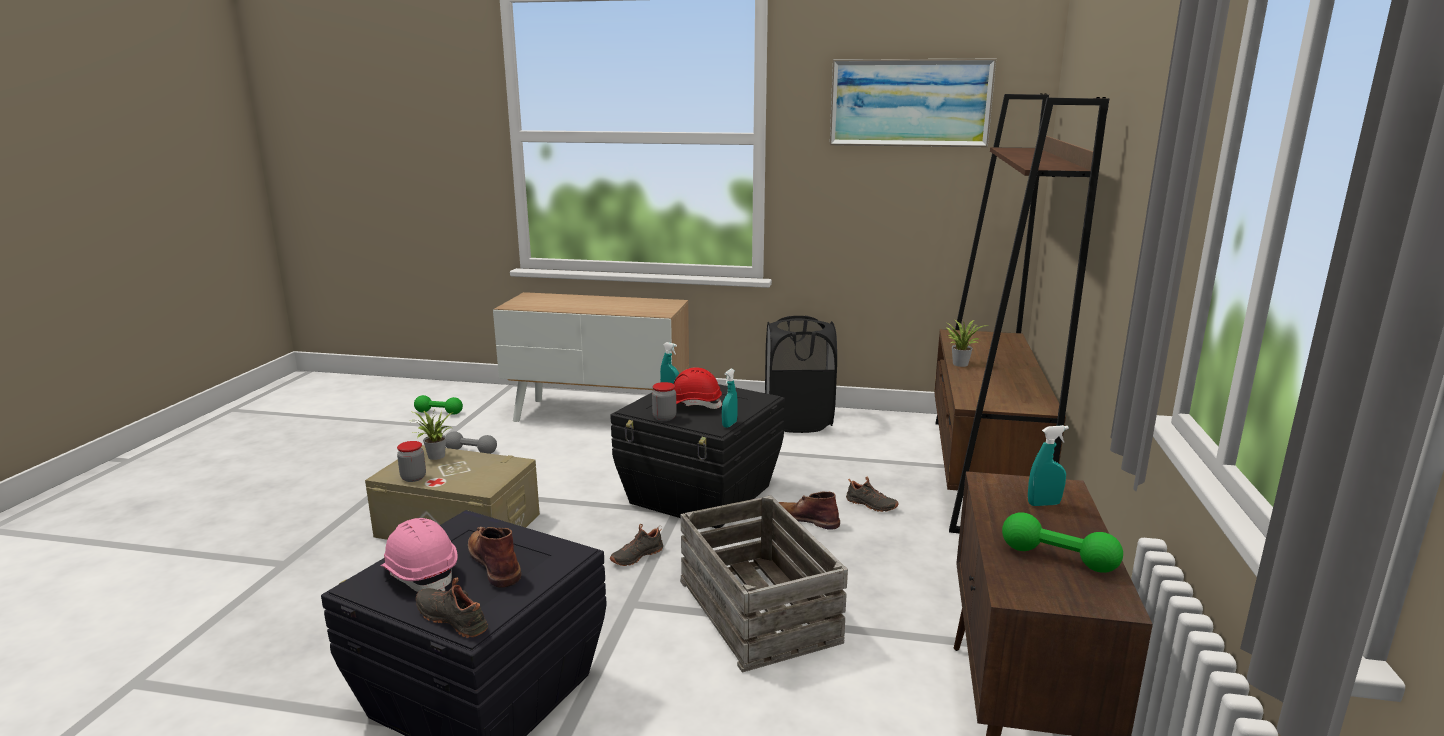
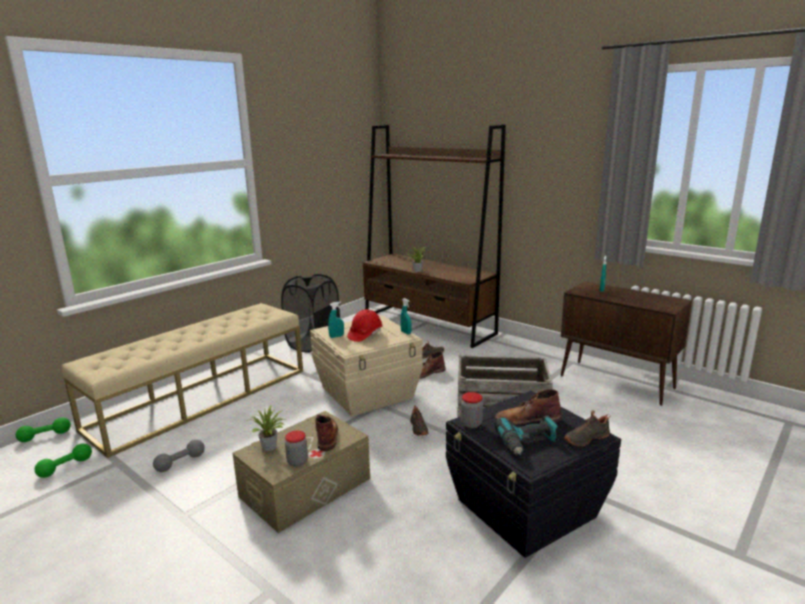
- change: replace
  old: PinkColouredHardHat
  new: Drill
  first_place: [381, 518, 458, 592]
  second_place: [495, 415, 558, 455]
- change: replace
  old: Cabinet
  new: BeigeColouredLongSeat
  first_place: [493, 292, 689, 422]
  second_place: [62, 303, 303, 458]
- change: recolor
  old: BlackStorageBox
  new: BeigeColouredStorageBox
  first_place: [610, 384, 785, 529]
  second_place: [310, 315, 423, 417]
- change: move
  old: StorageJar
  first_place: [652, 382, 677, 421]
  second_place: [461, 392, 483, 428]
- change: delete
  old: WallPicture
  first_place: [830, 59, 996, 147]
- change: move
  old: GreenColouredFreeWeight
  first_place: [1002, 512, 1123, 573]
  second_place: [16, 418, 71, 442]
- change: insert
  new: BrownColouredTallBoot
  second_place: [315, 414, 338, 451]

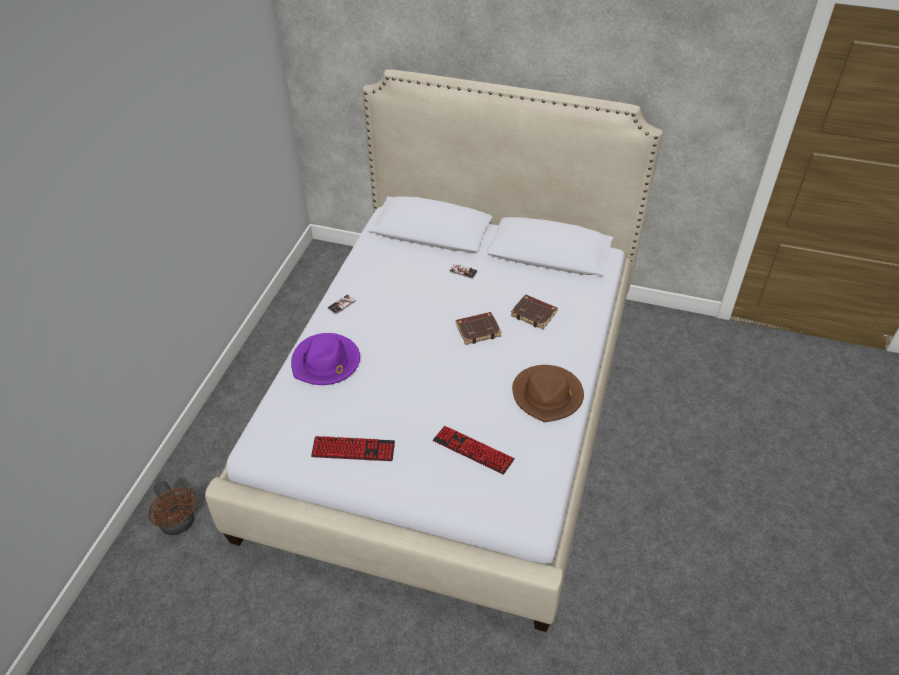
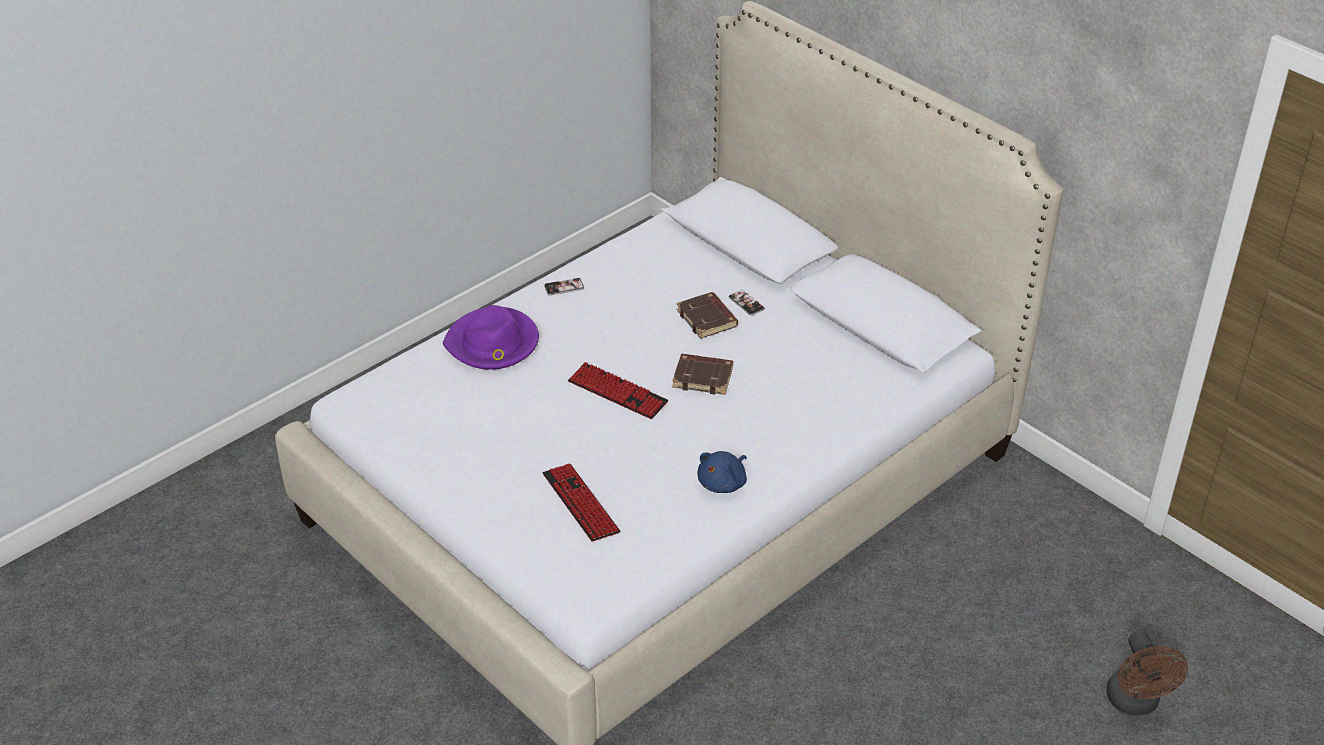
- change: move
  old: BrownColouredCoolingFan
  first_place: [148, 481, 196, 535]
  second_place: [1106, 631, 1188, 715]
- change: move
  old: Keyboard
  first_place: [311, 436, 395, 461]
  second_place: [568, 362, 668, 419]
- change: move
  old: BrownColouredBoundBook
  first_place: [510, 295, 558, 329]
  second_place: [676, 292, 738, 339]
- change: replace
  old: BrownColouredWearableHat
  new: BluePlushToy
  first_place: [512, 365, 584, 422]
  second_place: [697, 451, 747, 493]

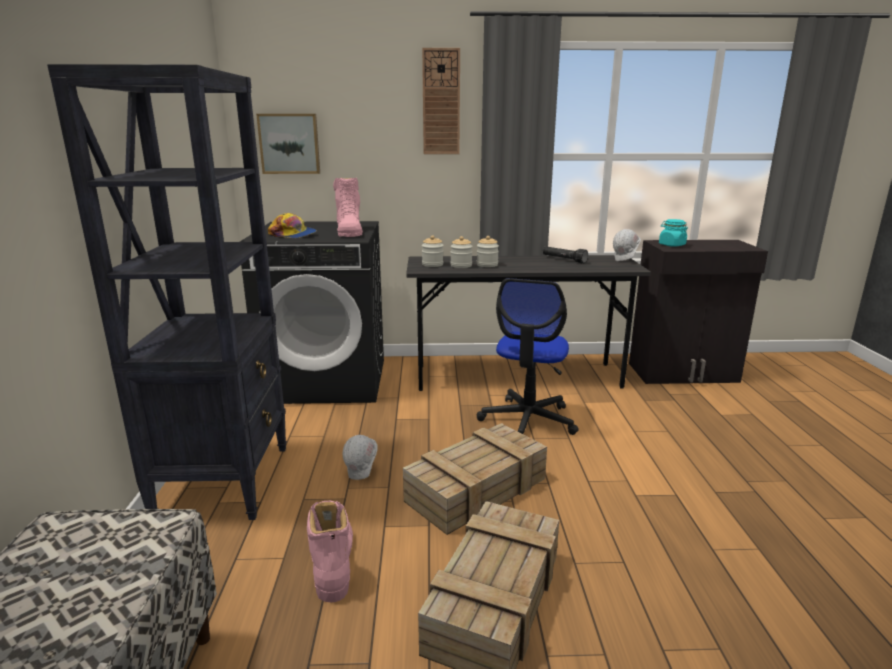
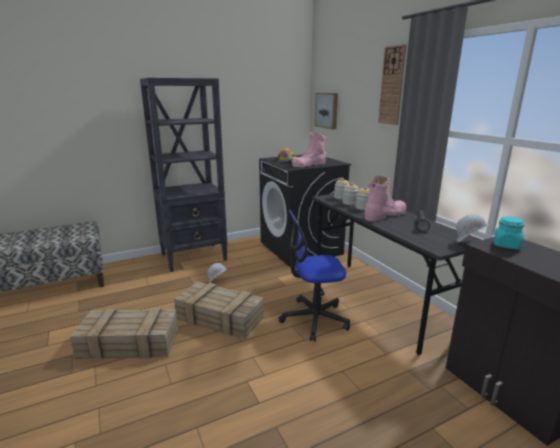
- change: move
  old: PinkColouredTallBoot
  first_place: [307, 501, 353, 602]
  second_place: [365, 176, 406, 221]

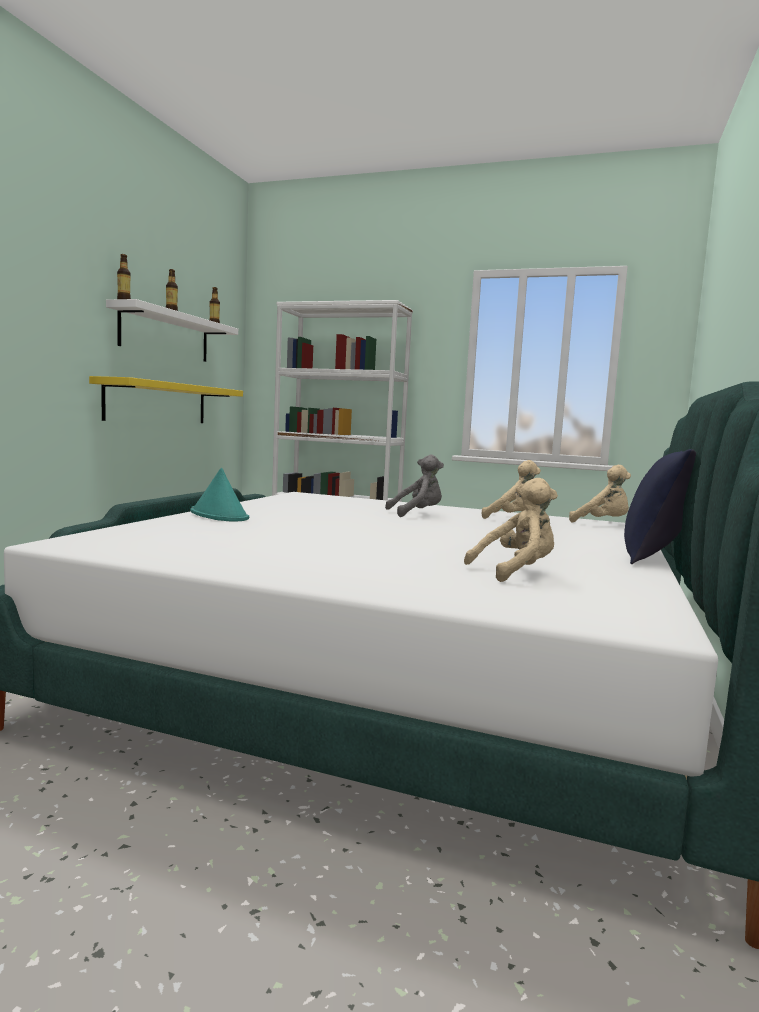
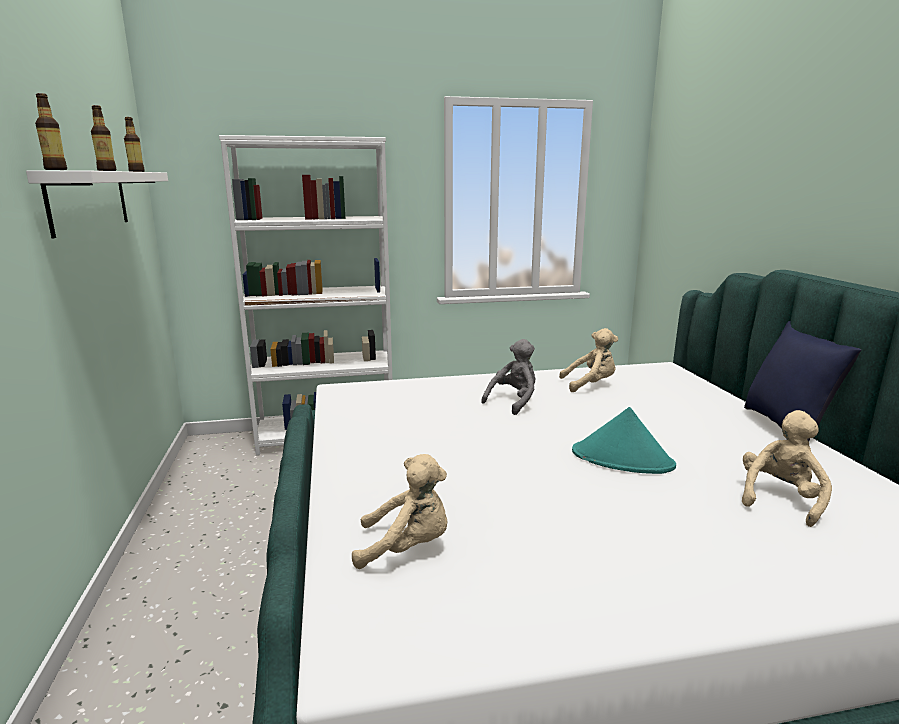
- change: delete
  old: YellowishBracketShelf
  first_place: [89, 376, 243, 423]
- change: move
  old: TurquoiseWearableHat
  first_place: [190, 468, 249, 522]
  second_place: [572, 407, 676, 474]
- change: move
  old: BeigeColouredPlushToy
  first_place: [569, 465, 631, 523]
  second_place: [352, 454, 447, 569]

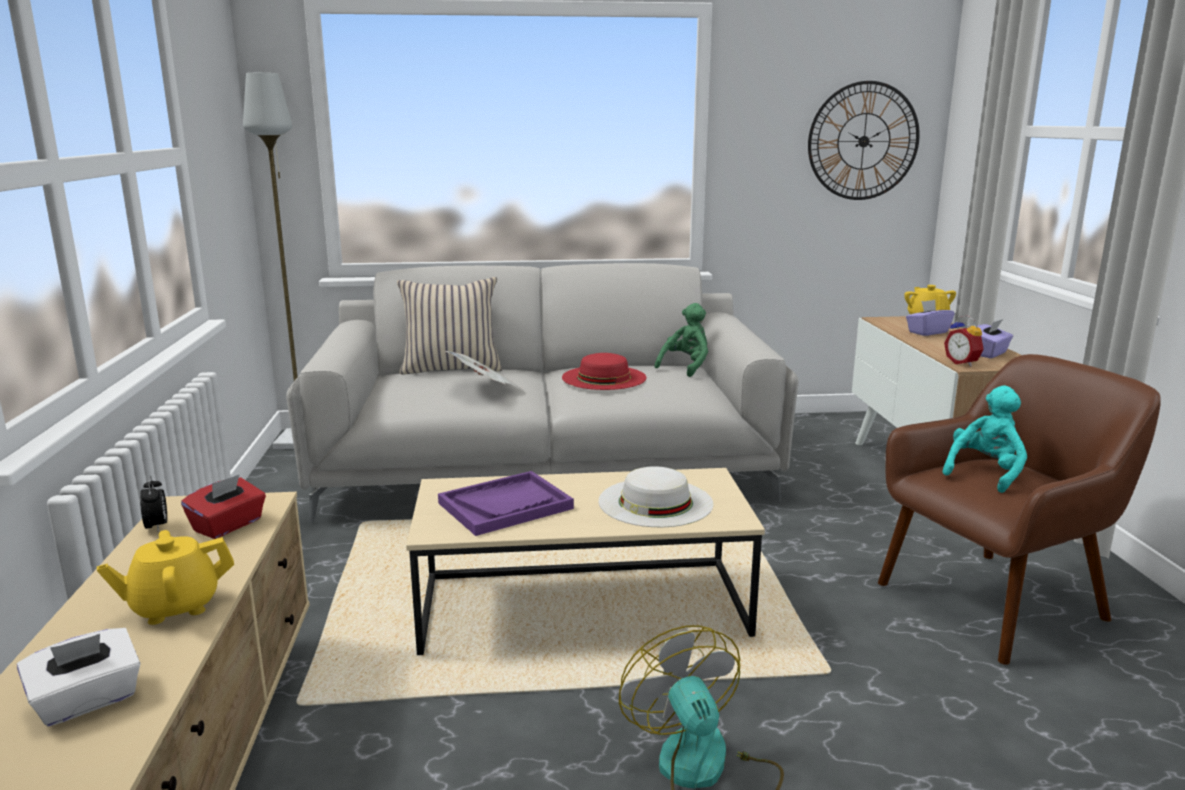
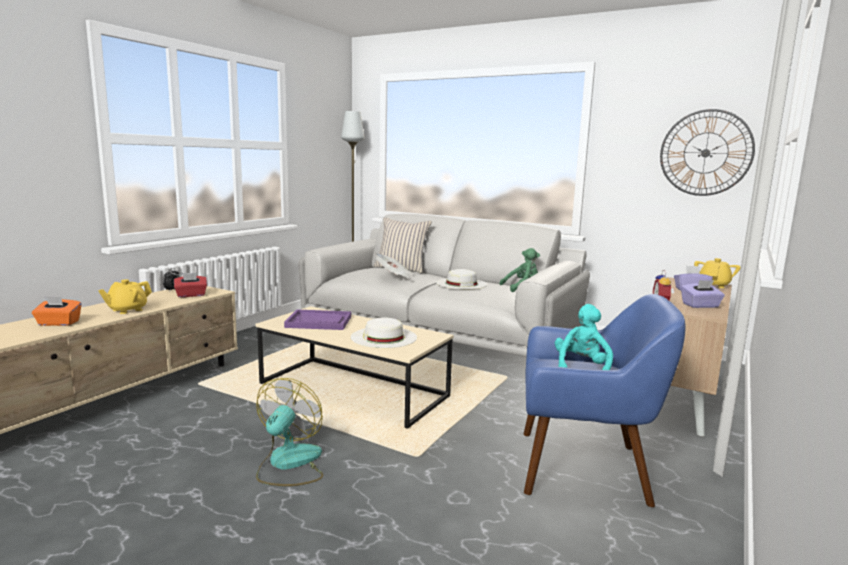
- change: recolor
  old: WhiteBoxOfTissues
  new: OrangeColouredBoxOfTissues
  first_place: [17, 628, 141, 726]
  second_place: [32, 296, 82, 326]
- change: rotate
  old: YellowishTeapot
  first_place: [97, 530, 234, 625]
  second_place: [98, 279, 152, 314]
  degrees: -60
- change: recolor
  old: RedWearableHat
  new: WhiteWearableHat
  first_place: [562, 353, 646, 390]
  second_place: [436, 269, 487, 289]
- change: recolor
  old: BrownColouredEasyChair
  new: BlueEasyChair
  first_place: [878, 354, 1161, 665]
  second_place: [524, 294, 685, 508]
- change: rotate
  old: TurquoisePlushToy
  first_place: [942, 385, 1027, 493]
  second_place: [555, 304, 613, 370]
  degrees: -60

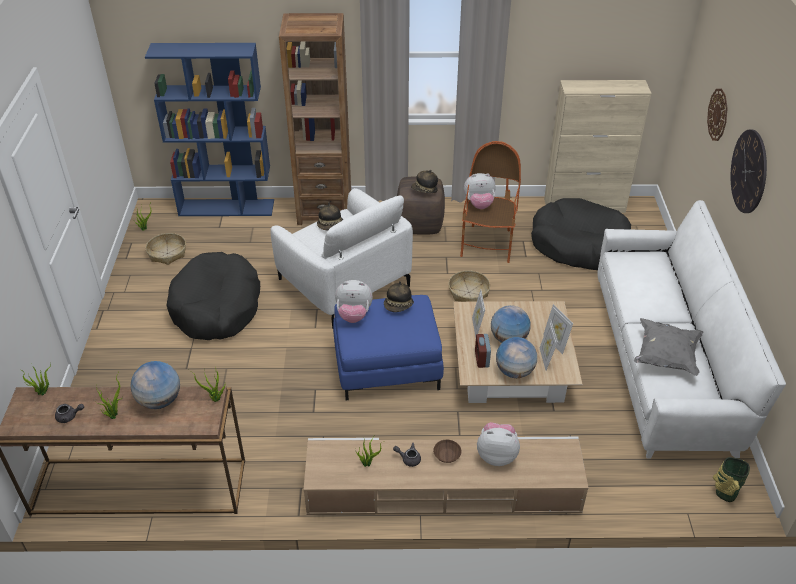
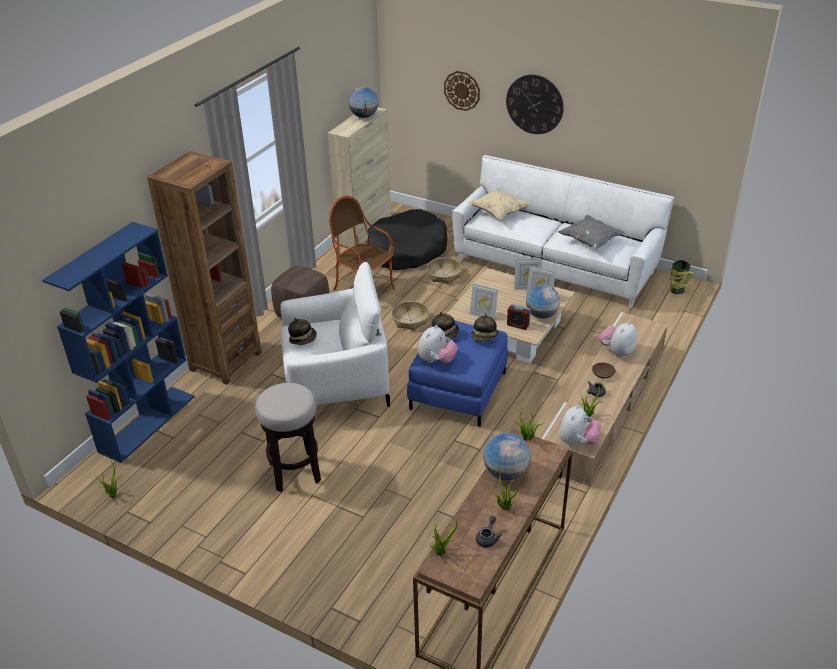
- change: move
  old: StorageBasket
  first_place: [146, 233, 186, 265]
  second_place: [427, 258, 462, 284]
- change: replace
  old: BlackDogBed
  new: StoolSeat
  first_place: [166, 252, 260, 340]
  second_place: [255, 383, 321, 492]
- change: move
  old: WearableHat
  first_place: [411, 170, 438, 193]
  second_place: [471, 314, 499, 342]
- change: move
  old: PlushToy
  first_place: [464, 173, 496, 209]
  second_place: [559, 405, 601, 445]
- change: move
  old: Globe
  first_place: [491, 305, 531, 343]
  second_place: [349, 87, 378, 118]
- change: insert
  new: BeigeColouredThrowPillow
  second_place: [468, 189, 531, 220]

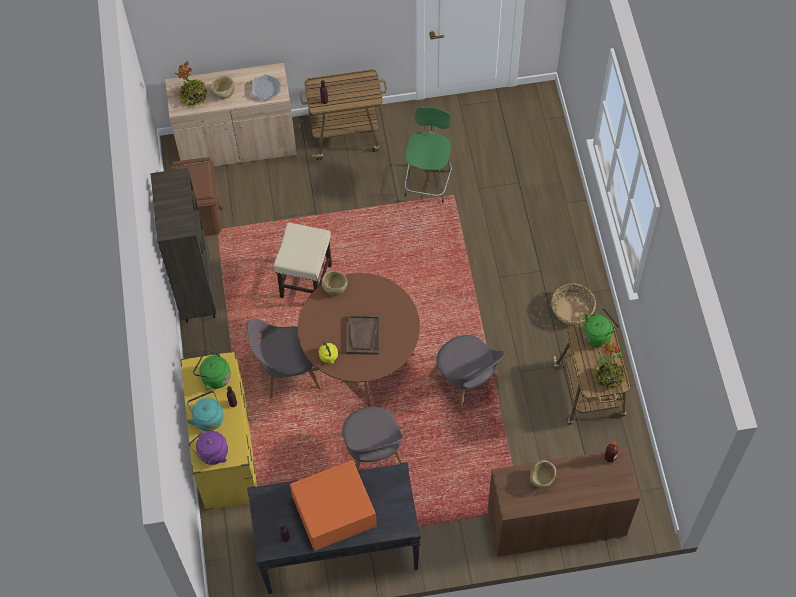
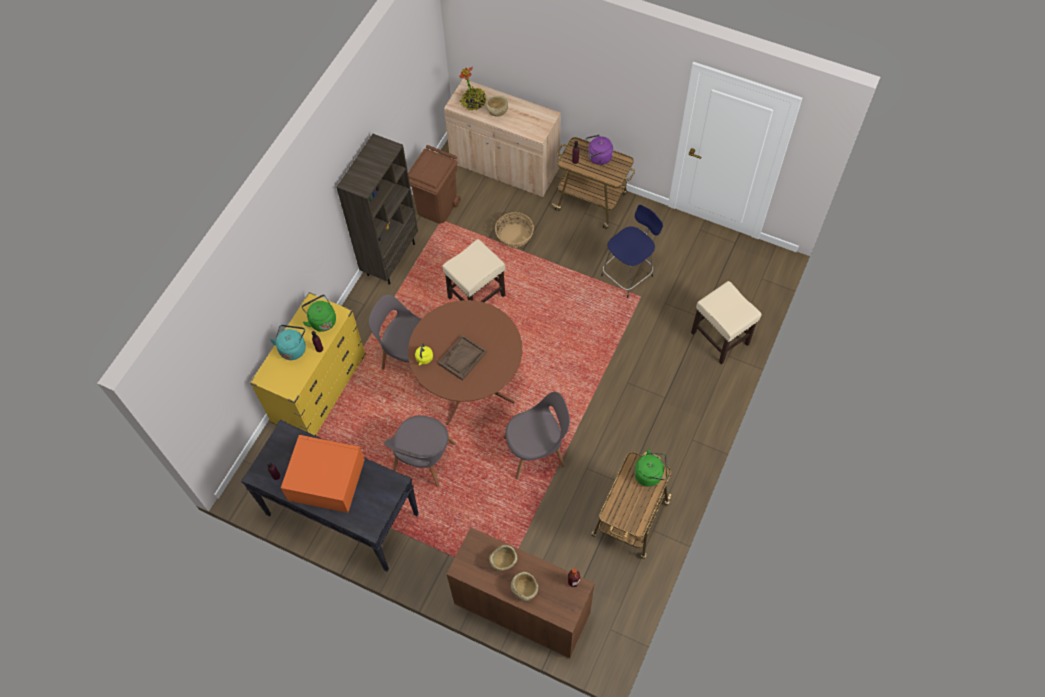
- change: move
  old: PurpleColouredTeaKettle
  first_place: [189, 431, 228, 465]
  second_place: [586, 135, 613, 165]
- change: delete
  old: FryingPan
  first_place: [250, 74, 282, 101]
- change: move
  old: BeigeColouredDeepDish
  first_place: [322, 271, 348, 295]
  second_place: [511, 572, 538, 602]
- change: recolor
  old: GreenColouredStoolSeat
  new: BlueStoolSeat
  first_place: [405, 107, 452, 203]
  second_place: [601, 205, 663, 298]
- change: rotate
  old: GrayChair
  first_place: [429, 335, 504, 414]
  second_place: [503, 392, 570, 479]
  degrees: -105
- change: move
  old: StorageBasket
  first_place: [551, 283, 596, 325]
  second_place: [495, 212, 534, 248]
- change: delete
  old: PottedPlant
  first_place: [593, 342, 626, 389]
- change: insert
  new: BeigeColouredStoolSeat
  second_place: [691, 281, 761, 364]

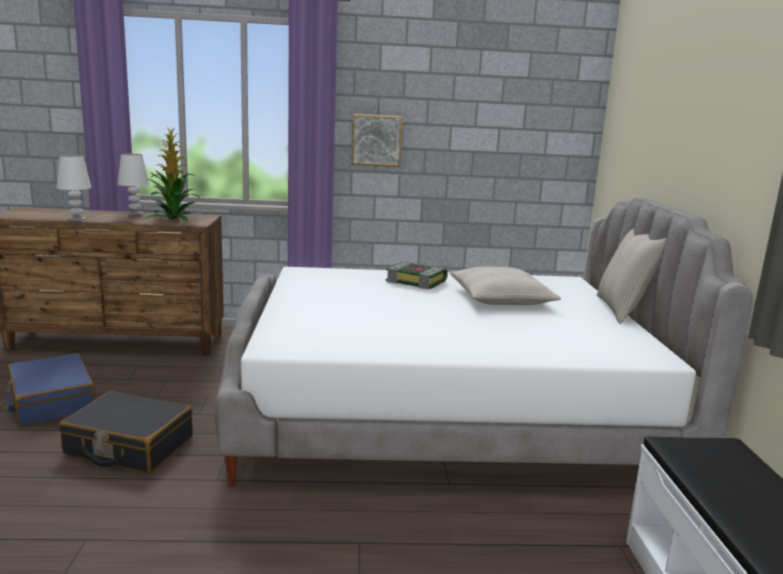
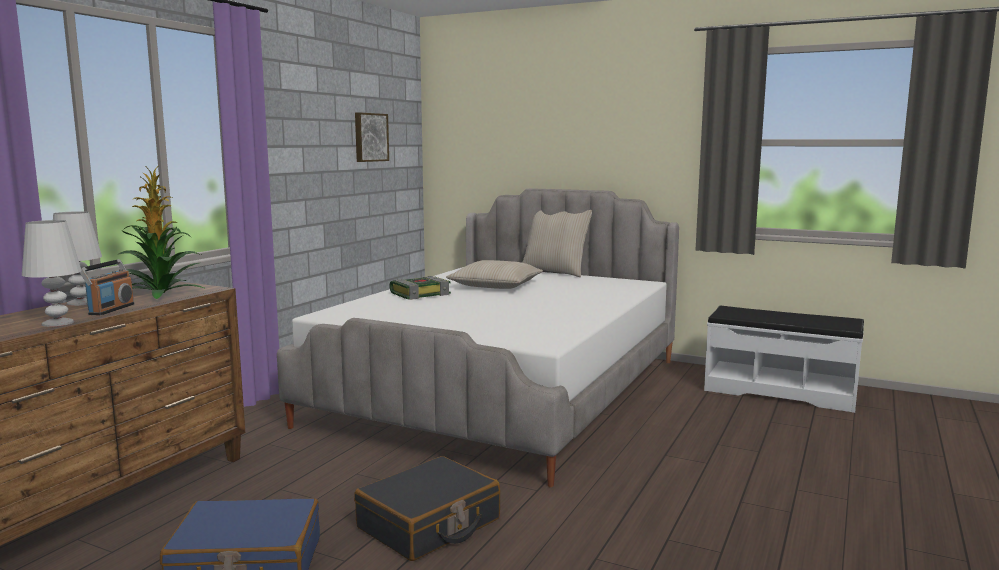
- change: move
  old: WallPicture
  first_place: [352, 114, 403, 167]
  second_place: [355, 112, 389, 162]
- change: insert
  new: RadioReceiver
  second_place: [80, 259, 134, 315]

